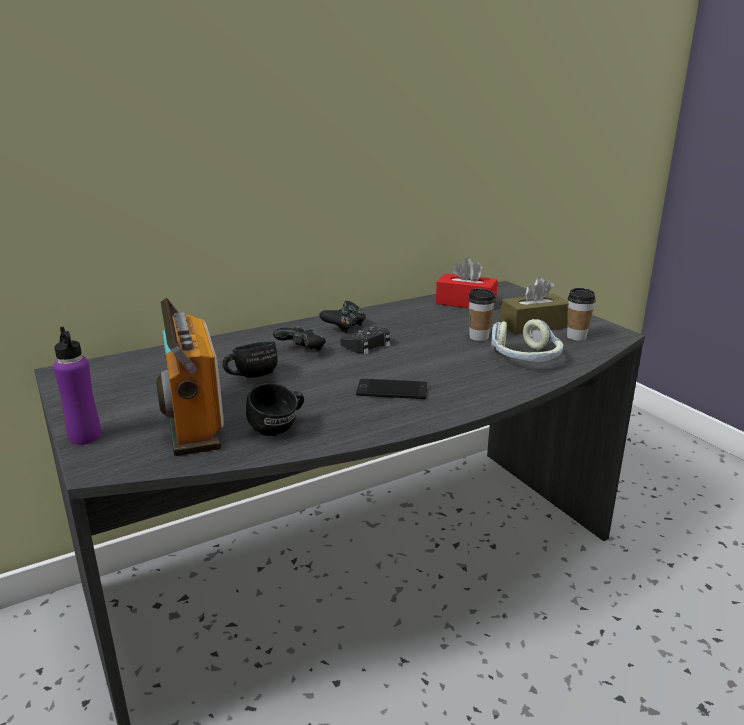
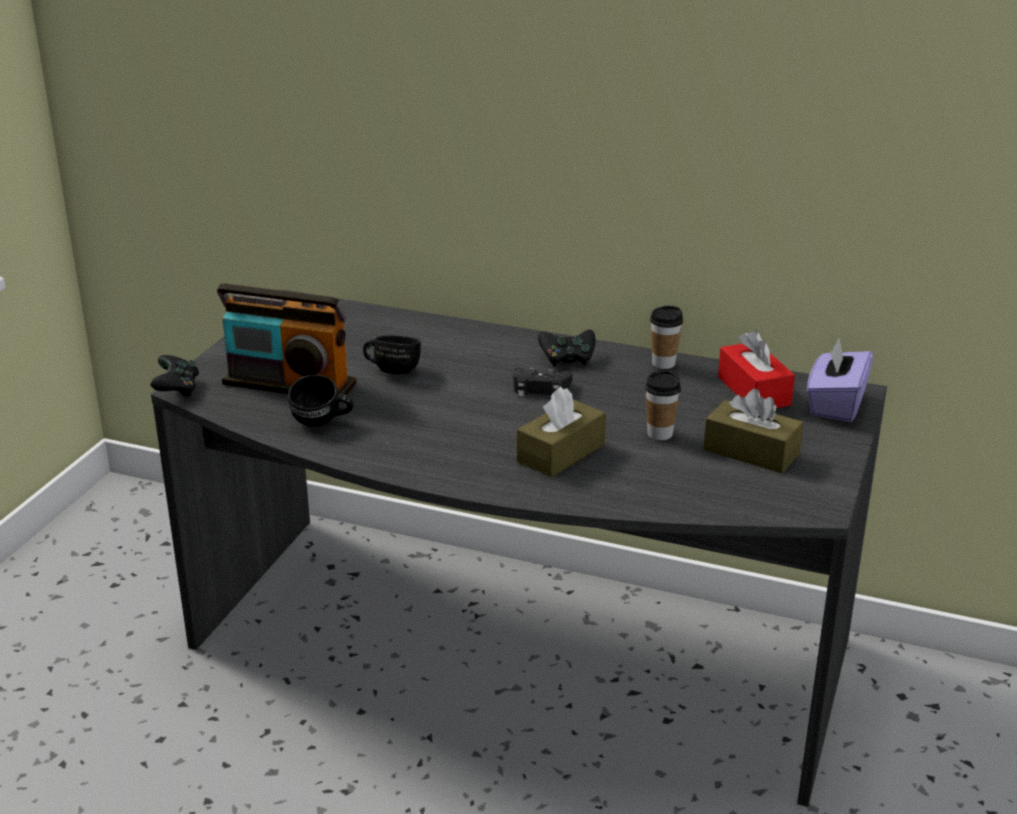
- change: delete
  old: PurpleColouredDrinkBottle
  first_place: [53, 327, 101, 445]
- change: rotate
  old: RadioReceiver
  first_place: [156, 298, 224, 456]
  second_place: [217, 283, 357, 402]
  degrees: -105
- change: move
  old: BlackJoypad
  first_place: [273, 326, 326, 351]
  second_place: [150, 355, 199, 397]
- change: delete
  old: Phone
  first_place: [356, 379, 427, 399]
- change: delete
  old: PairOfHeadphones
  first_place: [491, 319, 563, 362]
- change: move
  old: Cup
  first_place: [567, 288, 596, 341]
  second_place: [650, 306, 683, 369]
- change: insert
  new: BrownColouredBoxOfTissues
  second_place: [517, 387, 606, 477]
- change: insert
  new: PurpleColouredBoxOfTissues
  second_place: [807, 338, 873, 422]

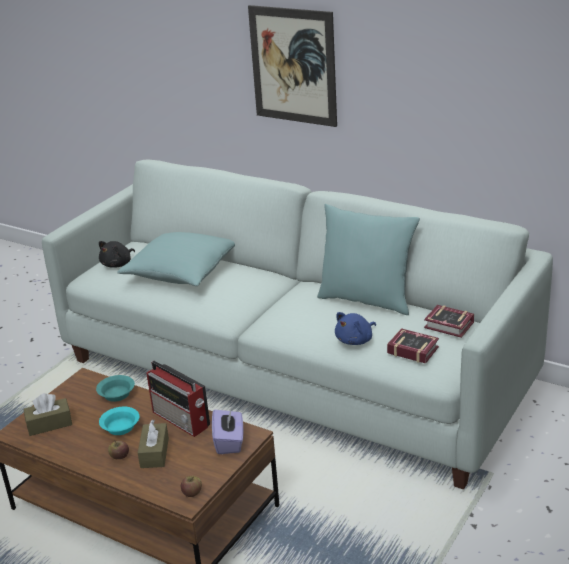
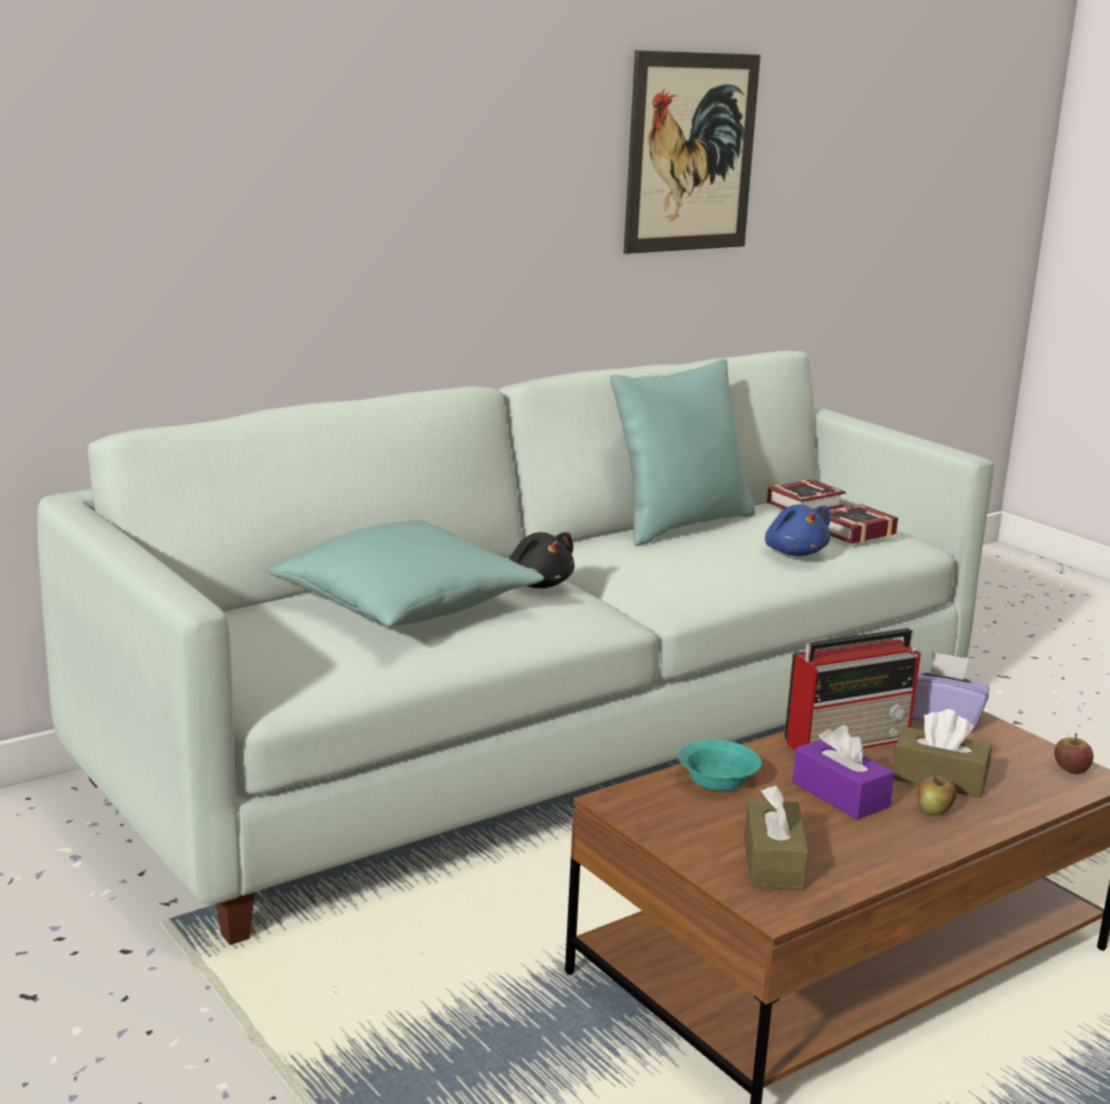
- change: move
  old: BlackPlushToy
  first_place: [99, 241, 135, 267]
  second_place: [509, 532, 575, 588]
- change: replace
  old: TurquoiseDeepDish
  new: PurpleColouredBoxOfTissues
  first_place: [99, 407, 139, 435]
  second_place: [792, 725, 895, 820]
- change: move
  old: WallPicture
  first_place: [248, 5, 337, 127]
  second_place: [624, 50, 760, 254]

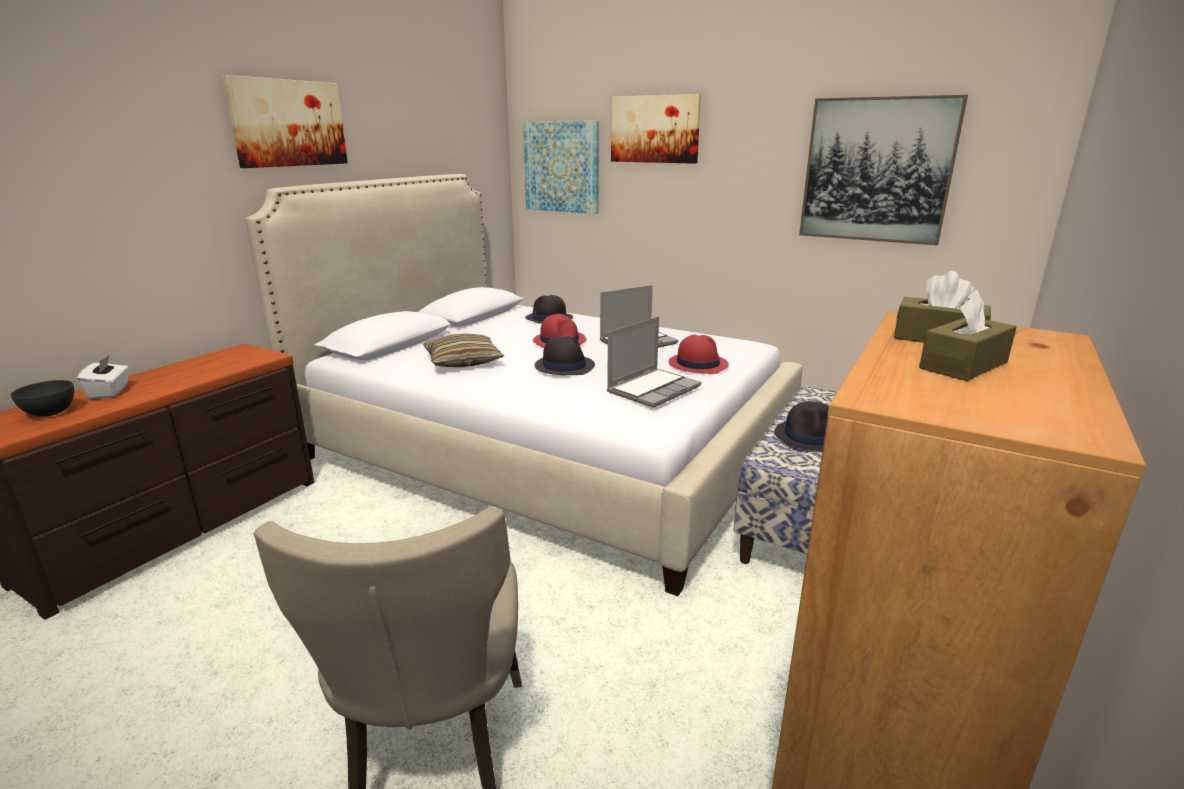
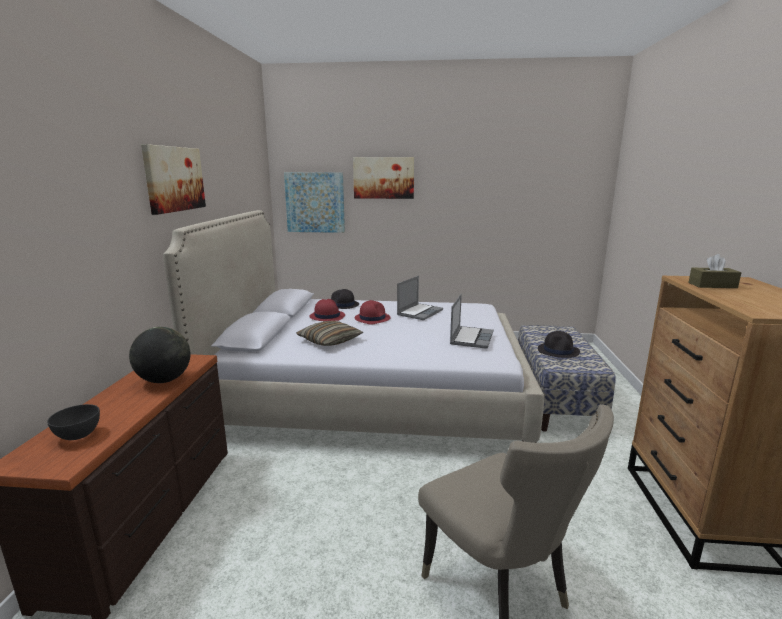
- change: delete
  old: WhiteBoxOfTissues
  first_place: [77, 355, 129, 399]
- change: delete
  old: BlackWearableHat
  first_place: [534, 336, 595, 375]
- change: move
  old: RedWearableHat
  first_place: [668, 334, 729, 374]
  second_place: [310, 299, 345, 321]
- change: delete
  old: WallPicture
  first_place: [799, 95, 968, 245]
- change: delete
  old: BrownColouredBoxOfTissues
  first_place: [919, 290, 1017, 381]
- change: insert
  new: Globe
  second_place: [129, 327, 191, 383]

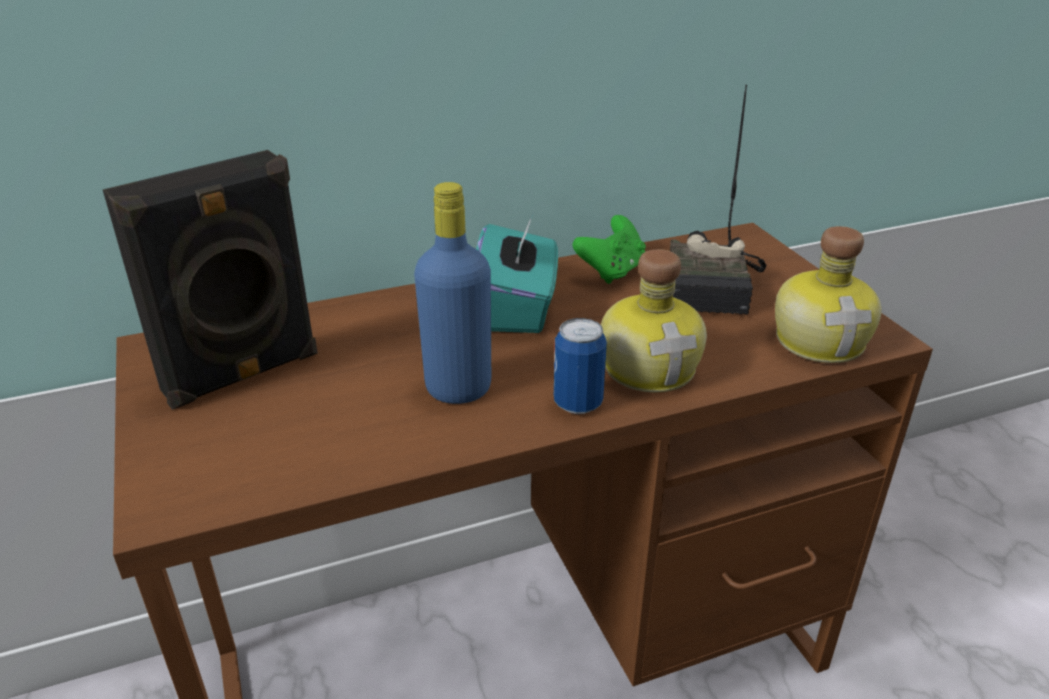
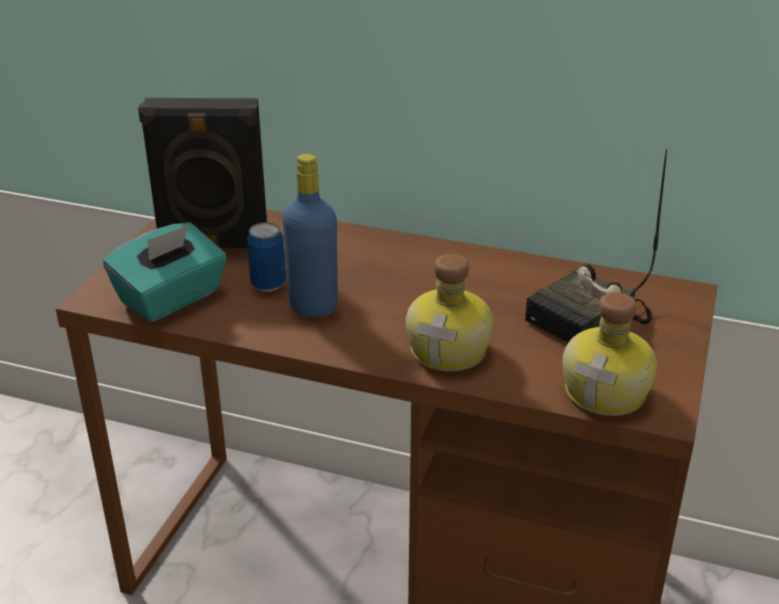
- change: move
  old: TurquoiseBoxOfTissues
  first_place: [476, 217, 558, 333]
  second_place: [103, 222, 227, 322]
- change: move
  old: MetalCan
  first_place: [554, 318, 607, 414]
  second_place: [247, 222, 286, 292]
- change: delete
  old: GreenColouredJoypad
  first_place: [573, 215, 646, 284]

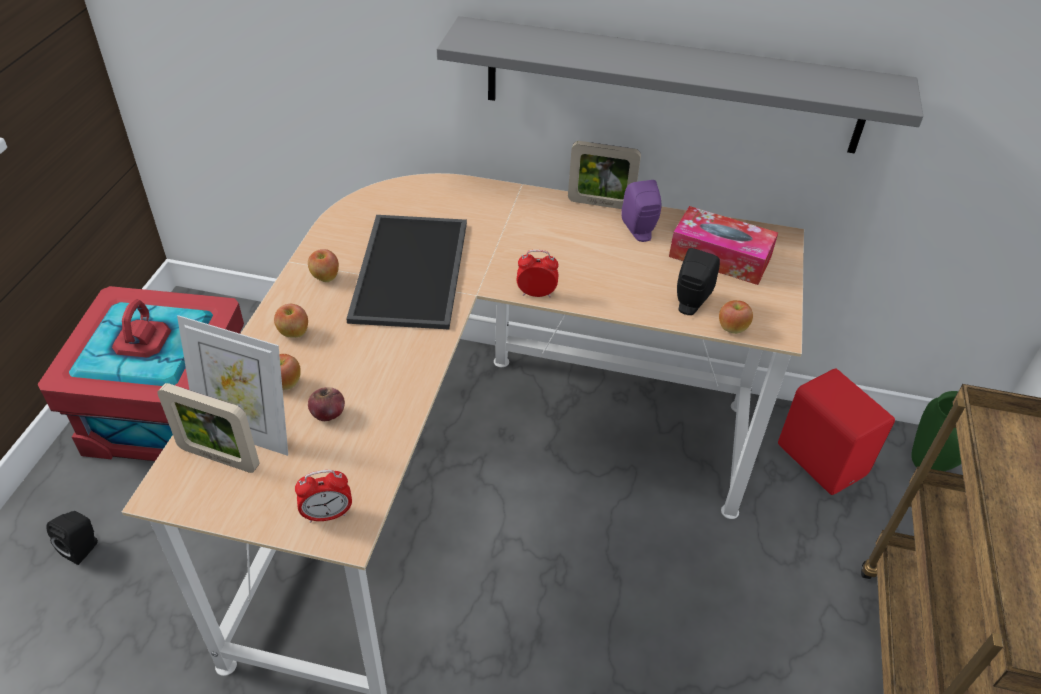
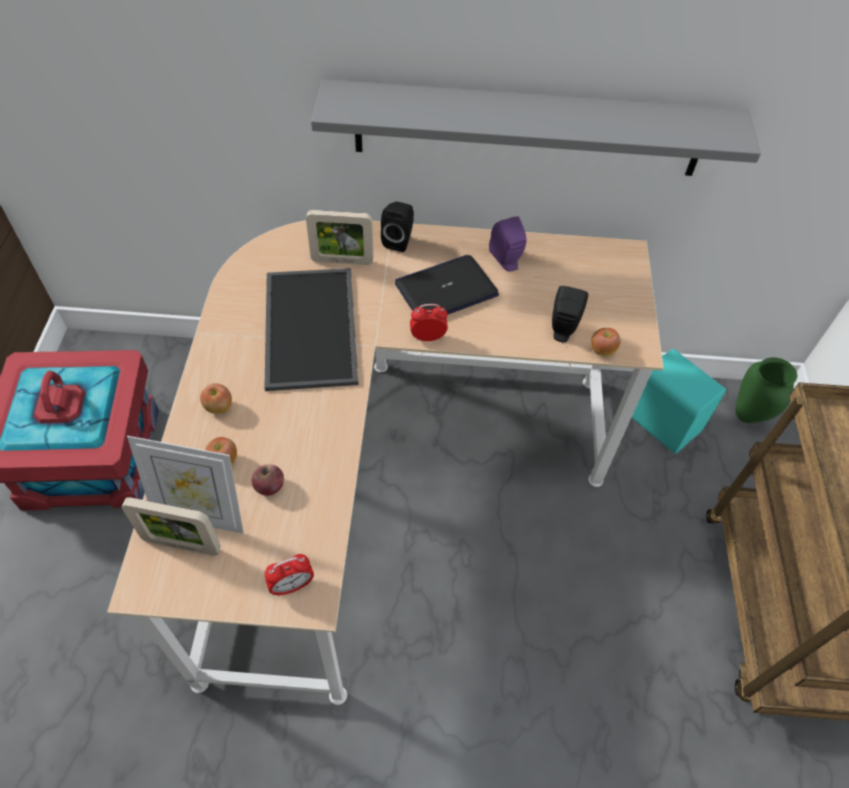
- change: move
  old: BlackLoudspeaker
  first_place: [46, 511, 98, 565]
  second_place: [381, 201, 414, 252]
- change: delete
  old: Apple
  first_place: [308, 249, 339, 282]
- change: move
  old: PictureFrame
  first_place: [568, 141, 641, 209]
  second_place: [306, 210, 373, 265]
- change: delete
  old: BoxOfTissues
  first_place: [669, 206, 778, 285]
- change: recolor
  old: RedLoudspeaker
  new: TurquoiseLoudspeaker
  first_place: [778, 369, 895, 495]
  second_place: [631, 349, 726, 453]
- change: insert
  new: Laptop
  second_place: [395, 255, 499, 314]

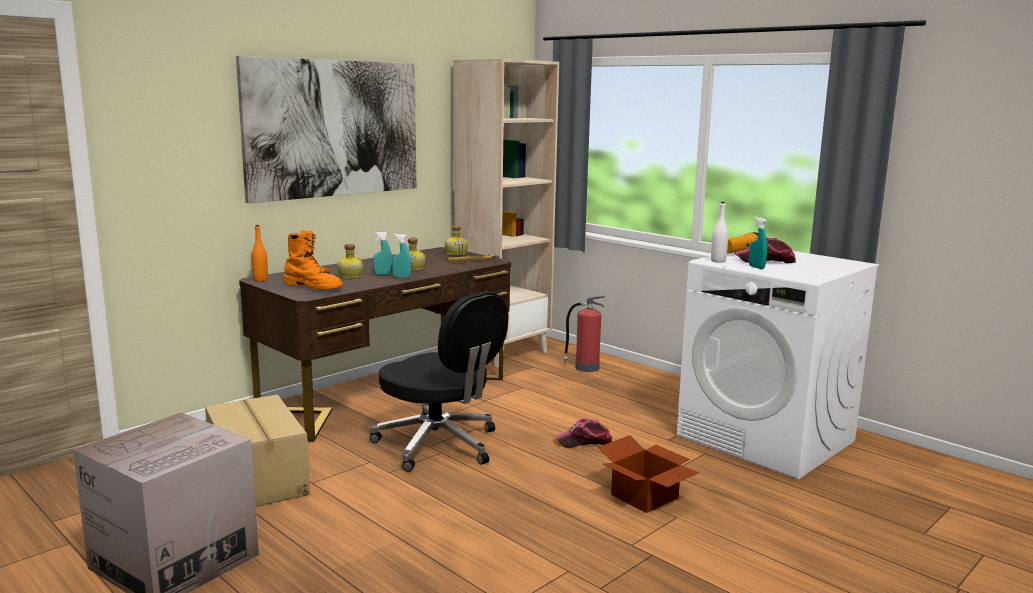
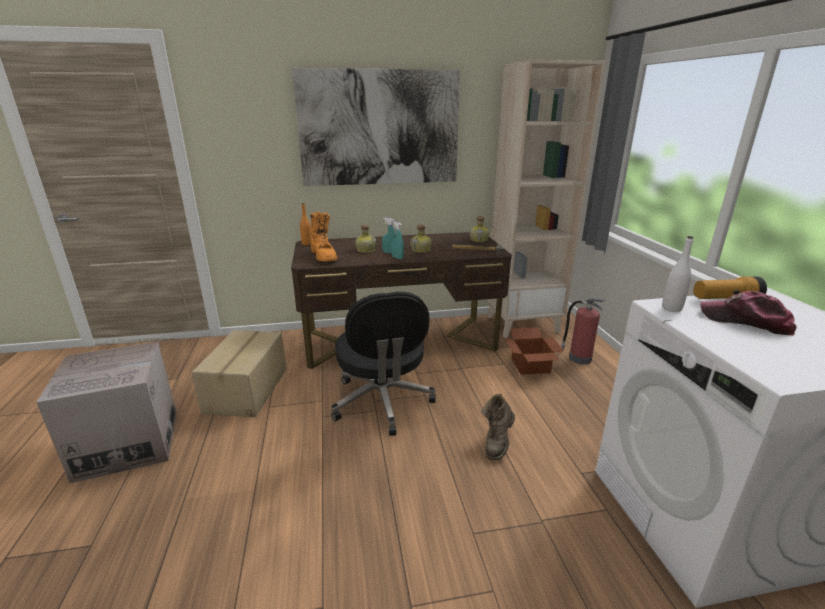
- change: replace
  old: Cap
  new: BrownColouredTallBoot
  first_place: [555, 418, 613, 448]
  second_place: [481, 394, 515, 460]
- change: move
  old: PackingBox
  first_place: [598, 435, 699, 513]
  second_place: [504, 327, 564, 375]
- change: delete
  old: TurquoiseSprayer
  first_place: [749, 217, 767, 269]

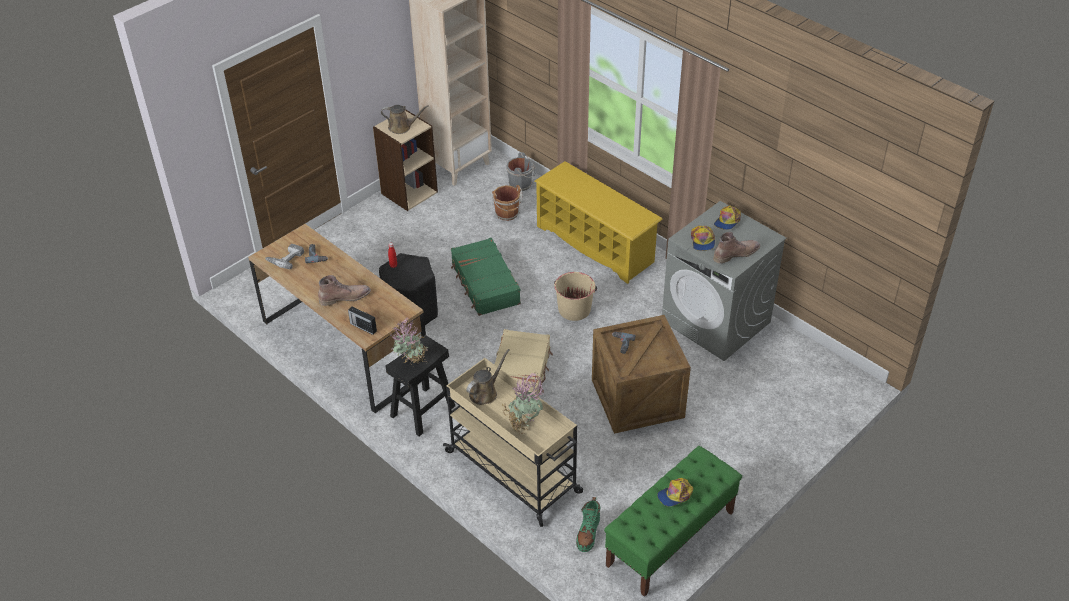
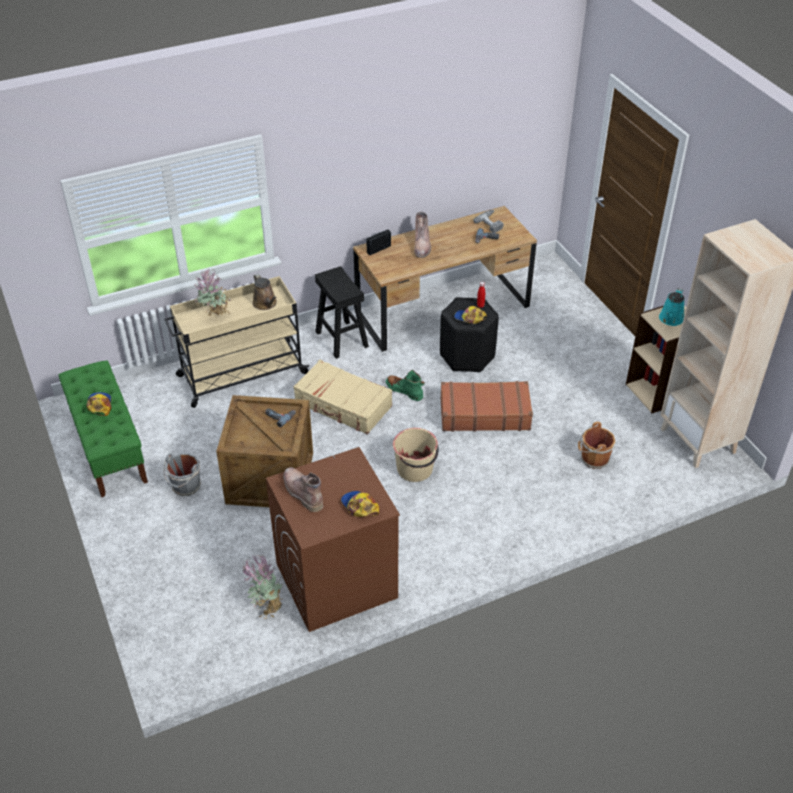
- change: recolor
  old: BrownColouredWateringCan
  new: TurquoiseWateringCan
  first_place: [381, 105, 429, 134]
  second_place: [659, 288, 685, 326]
- change: move
  old: PottedPlant
  first_place: [390, 318, 428, 368]
  second_place: [241, 554, 283, 619]
- change: recolor
  old: GreenColouredSuitcase
  new: BrownColouredSuitcase
  first_place: [451, 238, 521, 316]
  second_place: [440, 381, 533, 432]
- change: move
  old: GrayPail
  first_place: [506, 152, 536, 191]
  second_place: [163, 453, 201, 496]
- change: delete
  old: YellowishShoeShelf
  first_place: [535, 161, 662, 284]
- change: move
  old: GreenColouredTallBoot
  first_place: [576, 497, 600, 552]
  second_place: [386, 370, 425, 401]
- change: recolor
  old: GrayLaundryAppliance
  new: BrownColouredLaundryAppliance
  first_place: [662, 201, 787, 361]
  second_place: [266, 447, 400, 632]
- change: move
  old: Cap
  first_place: [691, 226, 715, 251]
  second_place: [454, 306, 487, 324]
- change: rotate
  old: BrownColouredTallBoot
  first_place: [713, 232, 760, 264]
  second_place: [283, 467, 323, 512]
  degrees: 150

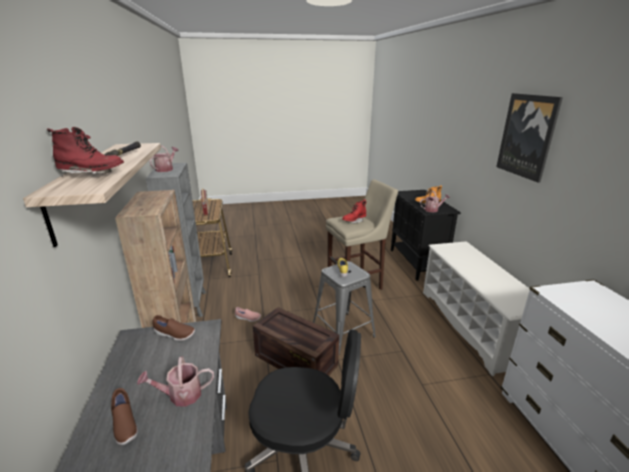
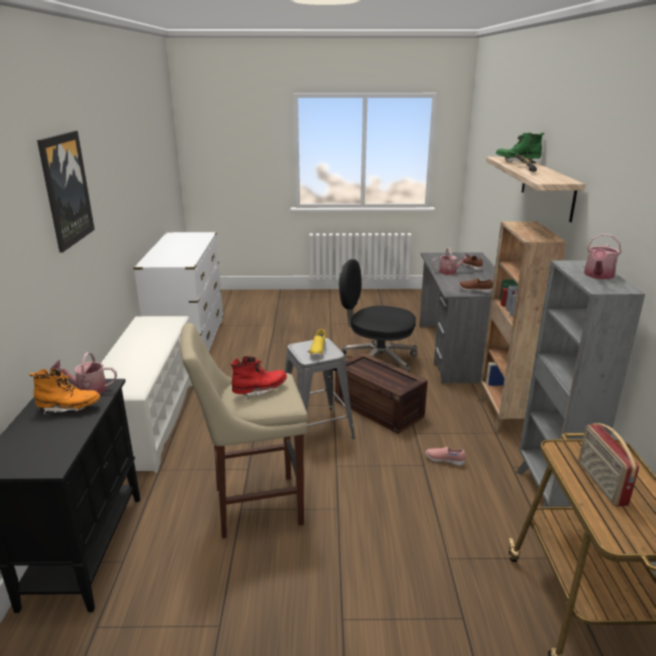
- change: recolor
  old: RedTallBoot
  new: GreenColouredTallBoot
  first_place: [47, 127, 124, 177]
  second_place: [496, 133, 544, 163]

